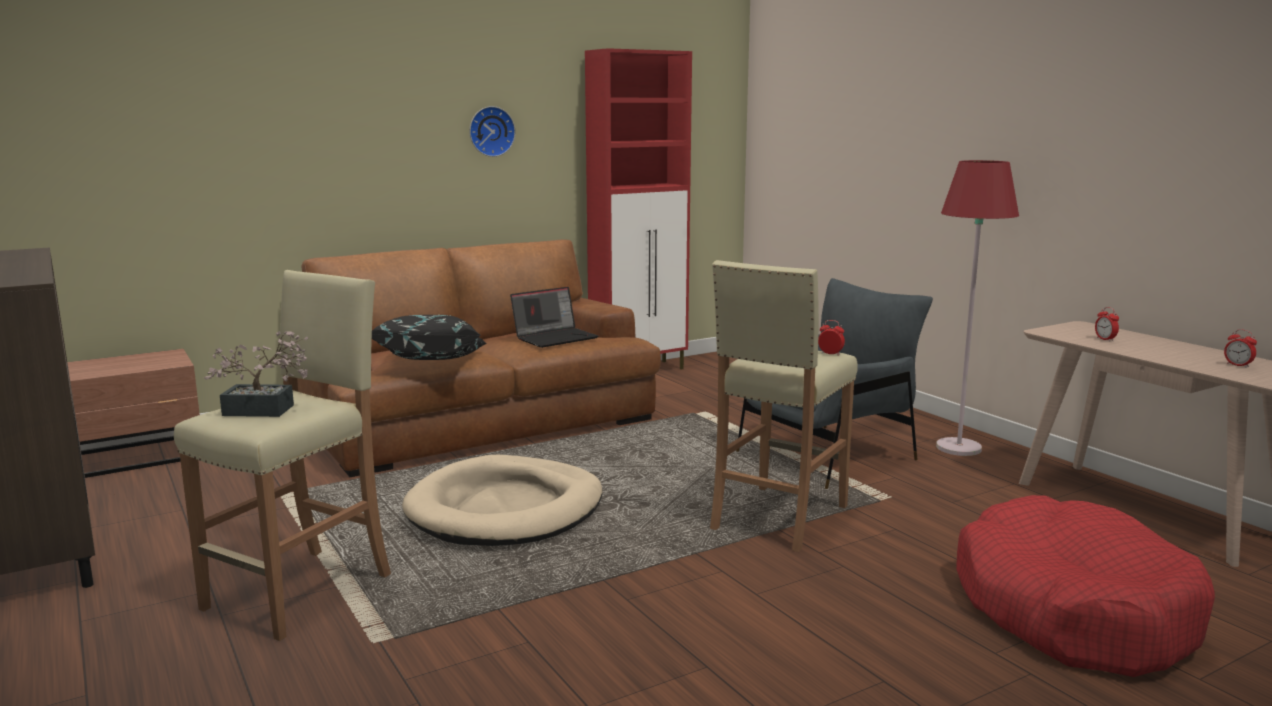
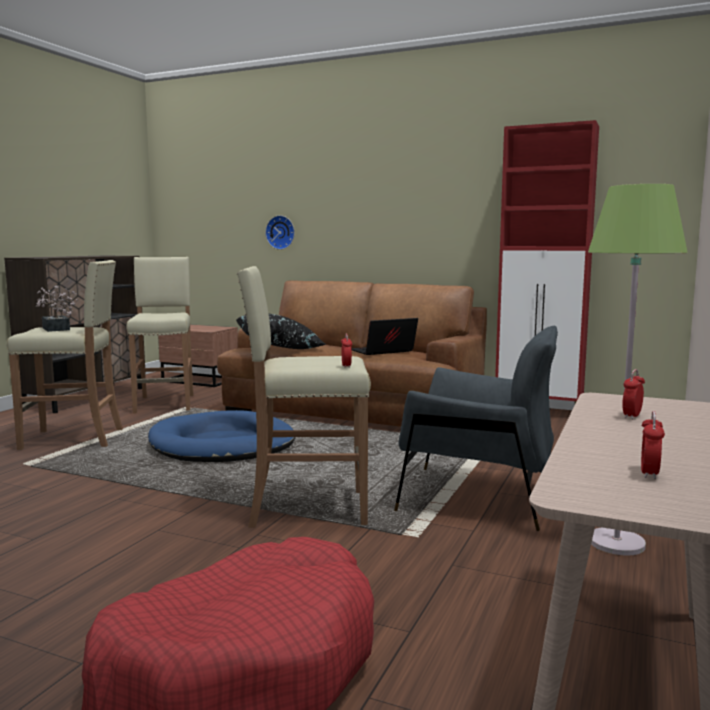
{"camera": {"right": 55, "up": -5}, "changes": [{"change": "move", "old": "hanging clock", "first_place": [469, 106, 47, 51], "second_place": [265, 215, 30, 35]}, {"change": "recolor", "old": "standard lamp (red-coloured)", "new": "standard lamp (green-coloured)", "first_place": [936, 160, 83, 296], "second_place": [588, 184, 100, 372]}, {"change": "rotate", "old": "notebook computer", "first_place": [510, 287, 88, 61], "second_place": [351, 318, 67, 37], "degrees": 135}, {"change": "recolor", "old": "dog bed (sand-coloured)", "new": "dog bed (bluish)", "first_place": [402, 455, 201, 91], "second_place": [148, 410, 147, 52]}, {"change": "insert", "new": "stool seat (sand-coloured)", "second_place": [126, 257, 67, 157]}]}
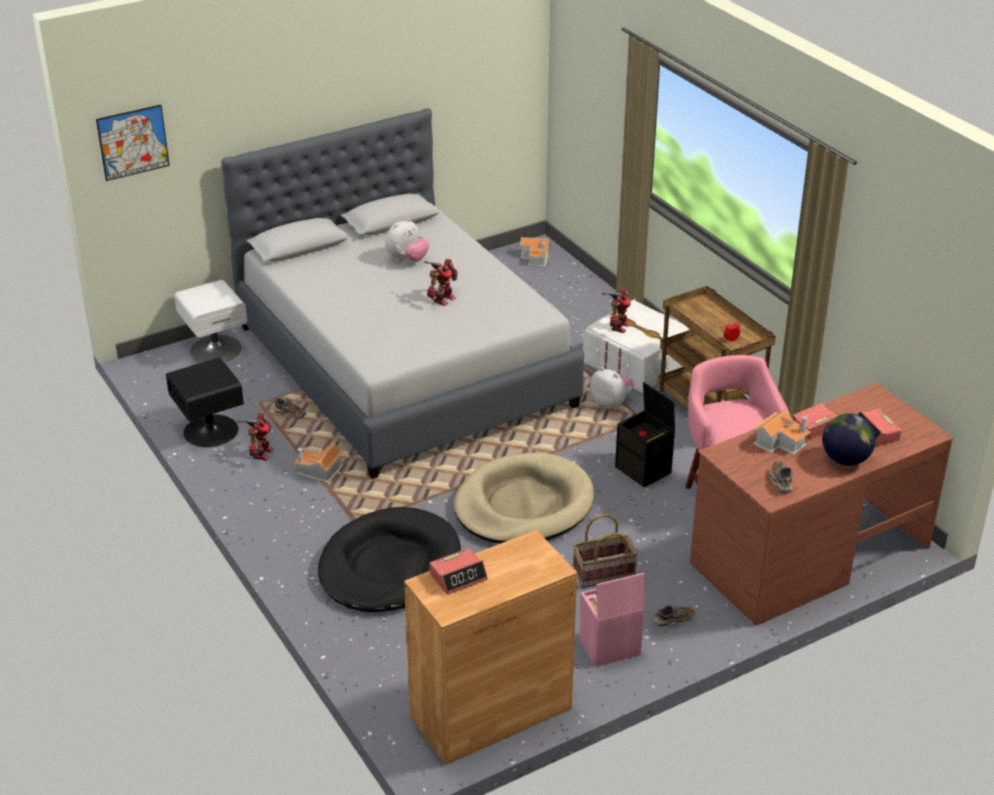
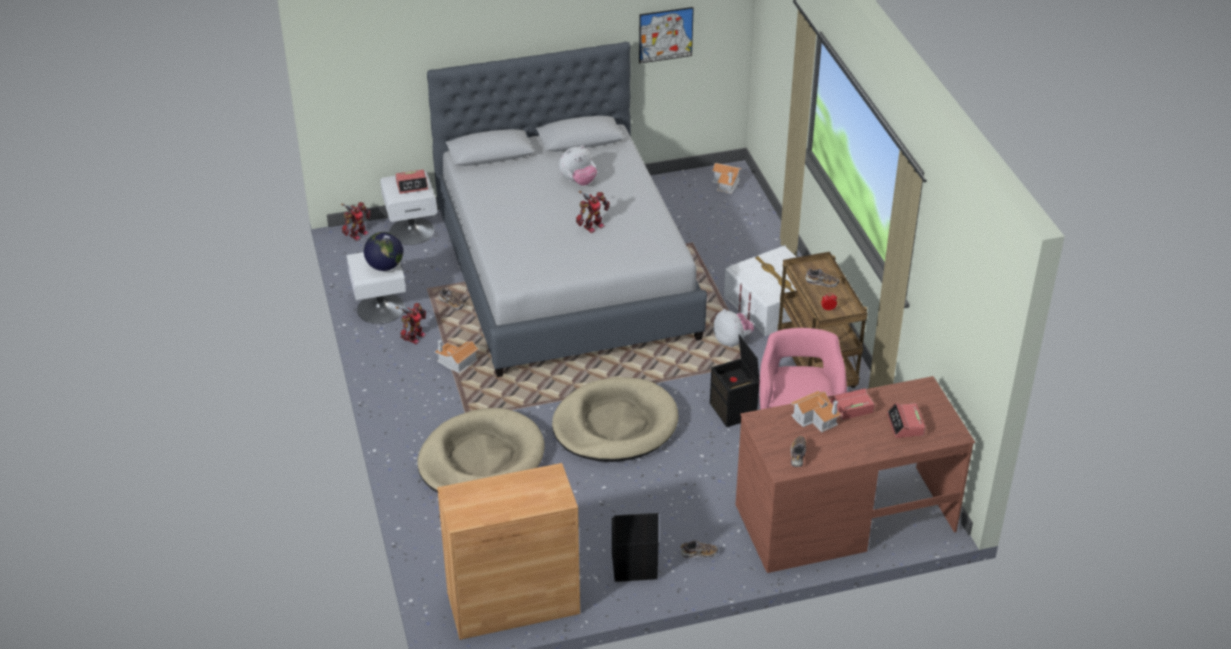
{"camera": {"right": 15, "up": 5}, "changes": [{"change": "move", "old": "wall art", "first_place": [96, 105, 74, 76], "second_place": [639, 7, 55, 57]}, {"change": "move", "old": "toy robot", "first_place": [602, 288, 29, 45], "second_place": [341, 202, 30, 39]}, {"change": "recolor", "old": "bedside table (black)", "new": "bedside table (whitish)", "first_place": [166, 357, 78, 90], "second_place": [346, 252, 60, 72]}, {"change": "move", "old": "desk globe", "first_place": [822, 413, 54, 53], "second_place": [364, 232, 39, 39]}, {"change": "recolor", "old": "dog bed (black)", "new": "dog bed (sand-coloured)", "first_place": [318, 507, 143, 105], "second_place": [417, 408, 128, 85]}, {"change": "delete", "old": "household basket", "first_place": [573, 514, 65, 74]}, {"change": "move", "old": "bedside clock", "first_place": [430, 548, 58, 47], "second_place": [396, 170, 32, 24]}, {"change": "recolor", "old": "storage container (pink)", "new": "storage container (black)", "first_place": [579, 573, 66, 94], "second_place": [612, 513, 47, 69]}, {"change": "insert", "new": "shoe", "second_place": [805, 269, 34, 18]}]}
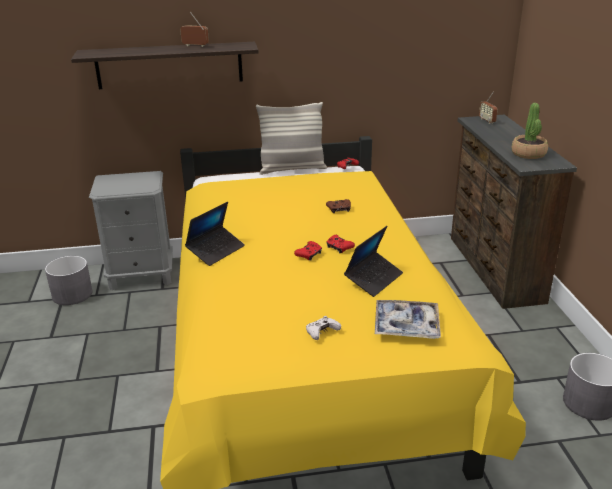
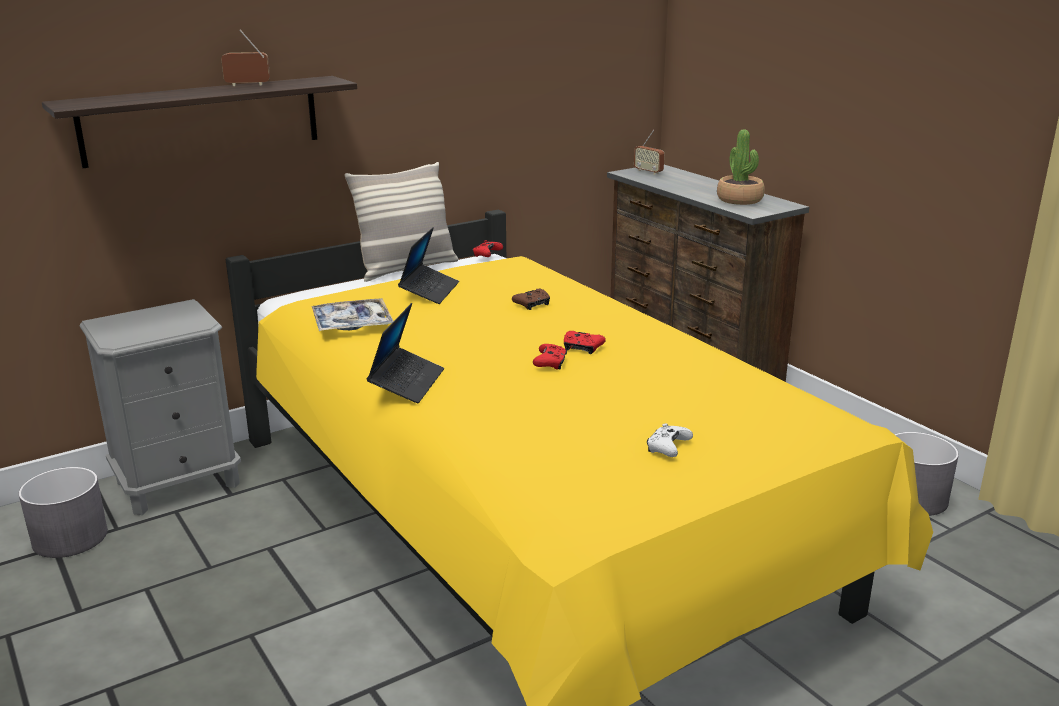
{"camera": {"right": -25, "up": -5}, "changes": [{"change": "move", "old": "notebook computer", "first_place": [344, 226, 59, 71], "second_place": [398, 227, 61, 77]}, {"change": "move", "old": "carrying tray", "first_place": [375, 300, 66, 39], "second_place": [311, 298, 83, 33]}]}
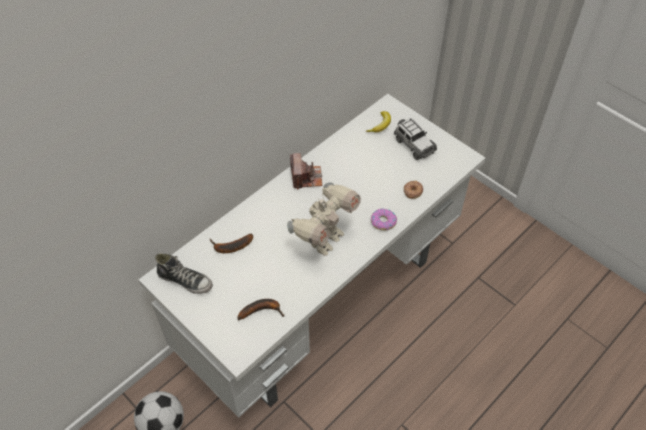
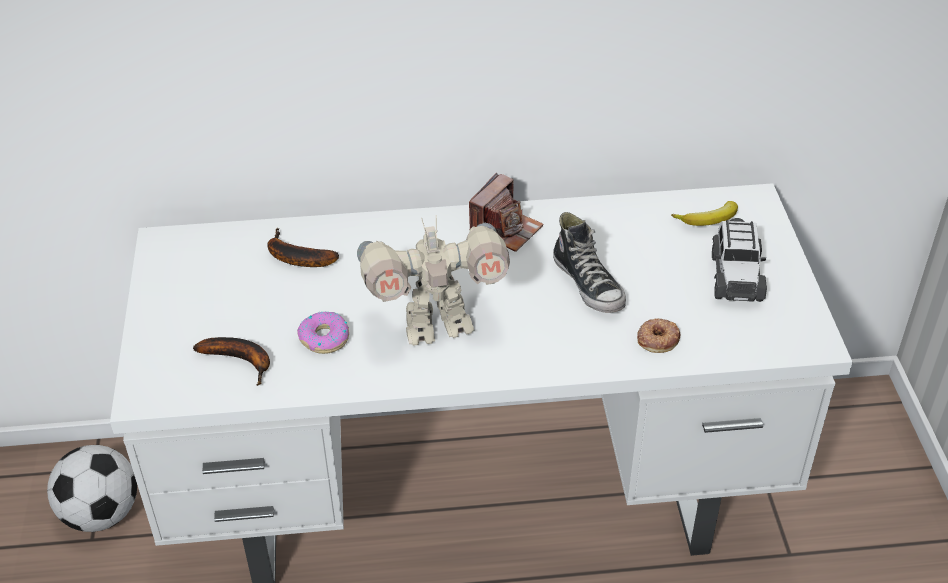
{"camera": {"right": 40, "up": -10}, "changes": [{"change": "move", "old": "ring doughnut", "first_place": [371, 208, 26, 22], "second_place": [297, 312, 52, 42]}, {"change": "move", "old": "shoe", "first_place": [155, 254, 58, 40], "second_place": [553, 212, 73, 101]}]}
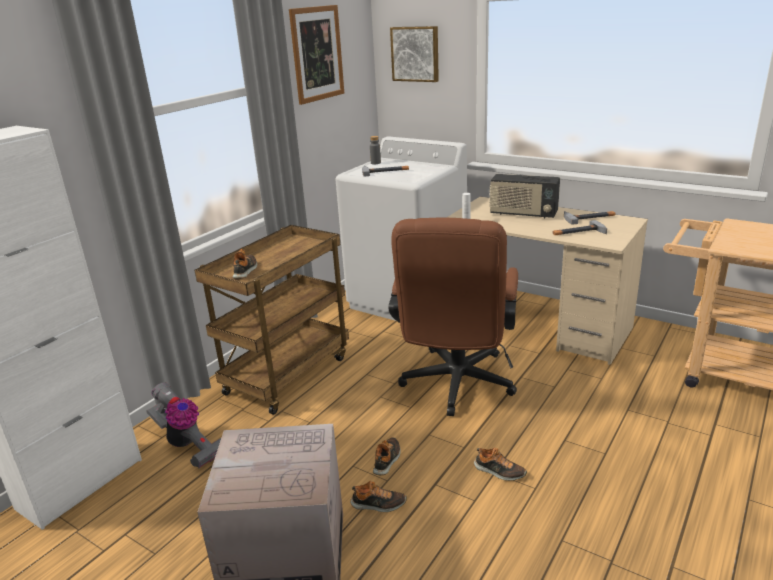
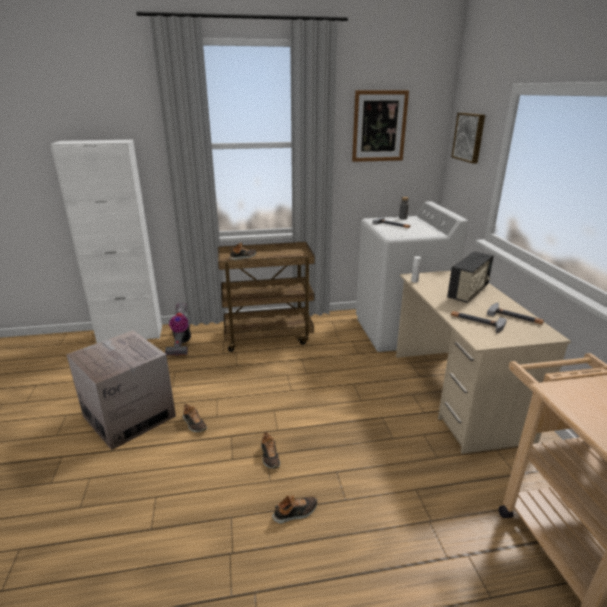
{"camera": {"right": 45, "up": 0}, "changes": [{"change": "rotate", "old": "radio receiver", "first_place": [489, 174, 71, 44], "second_place": [447, 251, 47, 52], "degrees": -120}, {"change": "delete", "old": "desk chair (brownish)", "first_place": [389, 218, 129, 198]}, {"change": "move", "old": "shoe", "first_place": [373, 437, 28, 38], "second_place": [272, 495, 46, 29]}]}
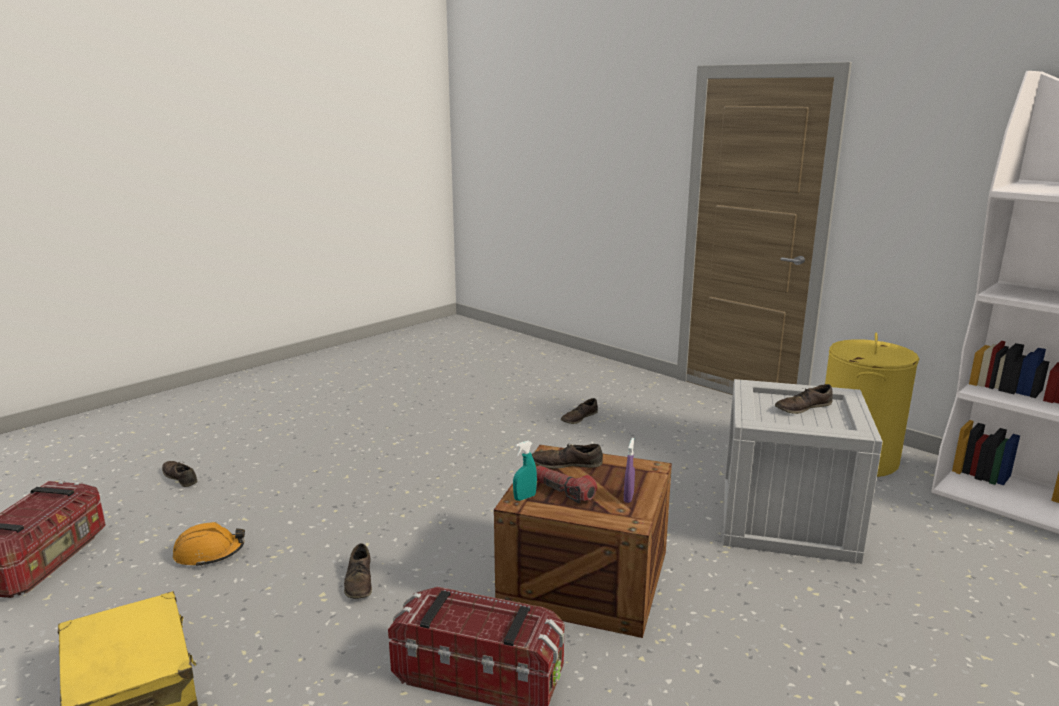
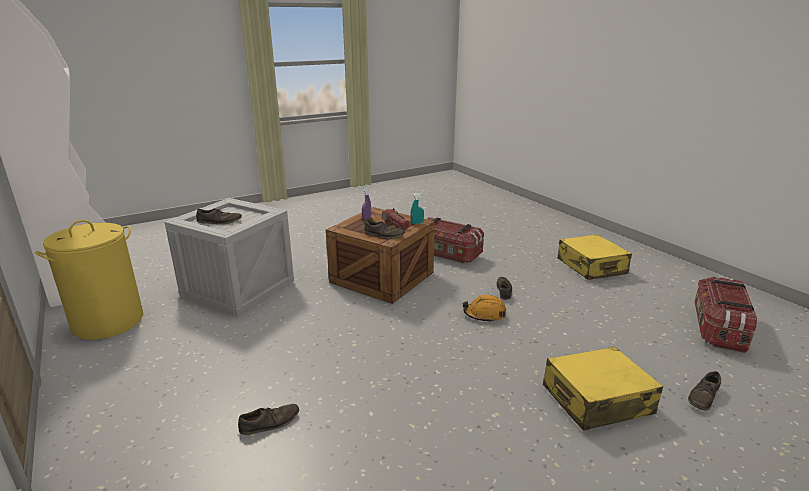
{"camera": {"right": -165, "up": 5}, "changes": [{"change": "rotate", "old": "shoe (brownish)", "first_place": [162, 461, 36, 26], "second_place": [688, 371, 33, 40], "degrees": 75}, {"change": "move", "old": "work helmet (orange)", "first_place": [173, 522, 72, 45], "second_place": [462, 295, 45, 28]}, {"change": "insert", "new": "piece of luggage (yellow-coloured)", "second_place": [543, 347, 120, 84]}]}
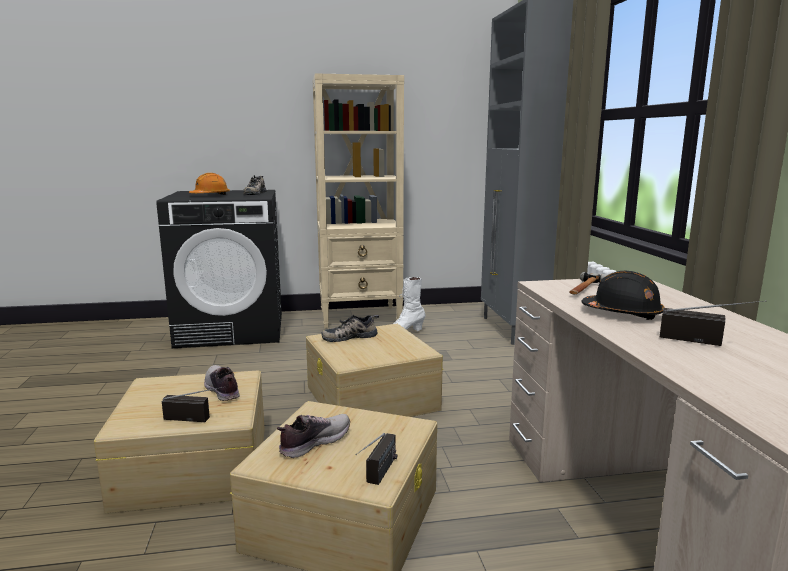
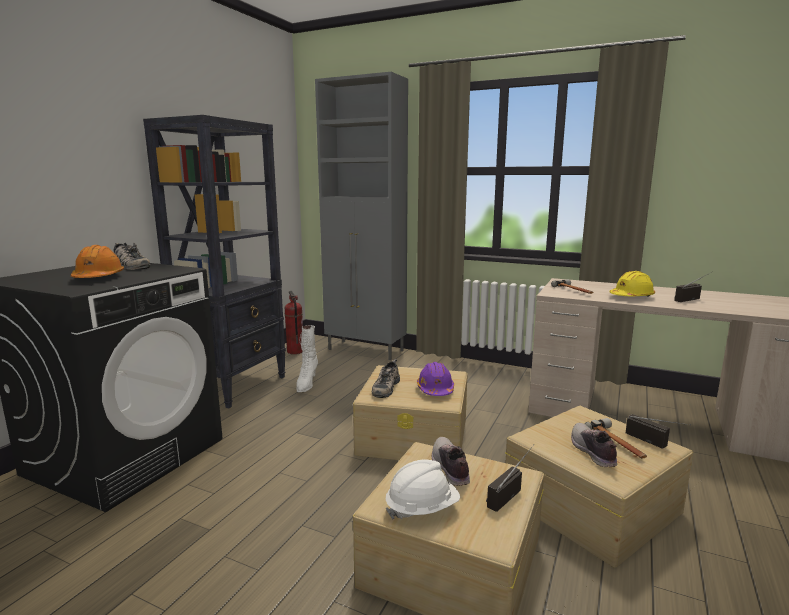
{"camera": {"right": -55, "up": 0}, "changes": [{"change": "recolor", "old": "shelving unit (sand-coloured)", "new": "shelving unit (black)", "first_place": [313, 73, 91, 255], "second_place": [143, 115, 143, 293]}, {"change": "recolor", "old": "work helmet (black)", "new": "work helmet (yellow-coloured)", "first_place": [581, 271, 84, 49], "second_place": [609, 271, 46, 26]}, {"change": "rotate", "old": "shoe", "first_place": [204, 365, 36, 36], "second_place": [432, 437, 38, 49], "degrees": 75}, {"change": "insert", "new": "fire-fighting cylinder", "second_place": [284, 291, 19, 63]}, {"change": "insert", "new": "work helmet (purple-coloured)", "second_place": [417, 362, 37, 34]}, {"change": "insert", "new": "hammer", "second_place": [585, 418, 62, 40]}, {"change": "insert", "new": "work helmet (whitish)", "second_place": [386, 460, 74, 60]}]}
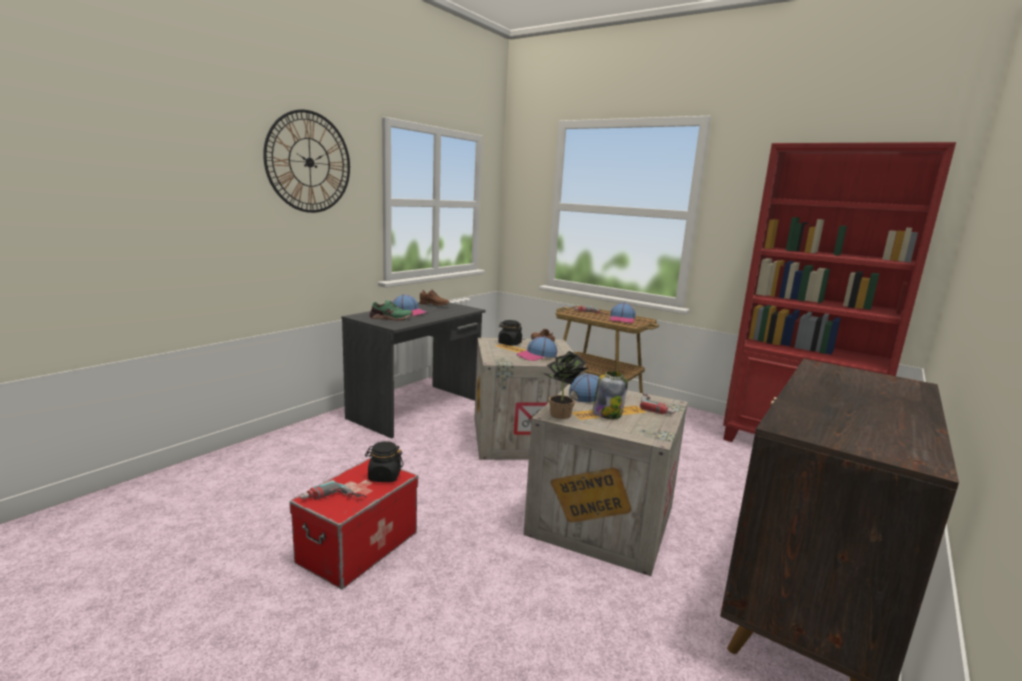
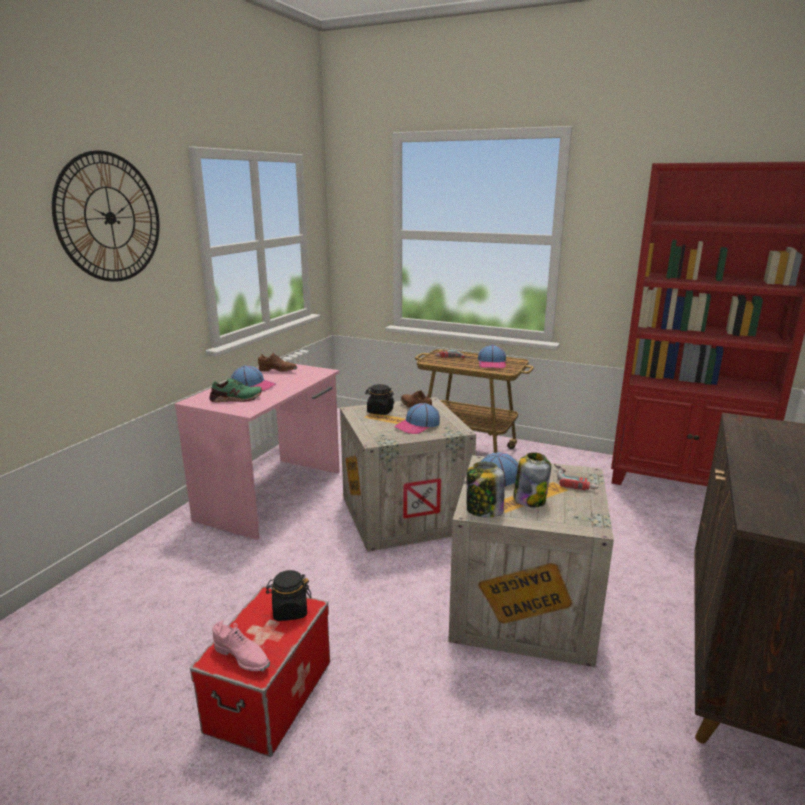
{"camera": {"right": -10, "up": 5}, "changes": [{"change": "recolor", "old": "desk table (greyish)", "new": "desk table (pink)", "first_place": [342, 302, 143, 137], "second_place": [175, 364, 165, 176]}, {"change": "replace", "old": "potted plant", "new": "jar", "first_place": [543, 351, 45, 68], "second_place": [466, 462, 38, 55]}, {"change": "replace", "old": "drill", "new": "shoe (pink)", "first_place": [300, 480, 66, 20], "second_place": [213, 620, 57, 51]}]}
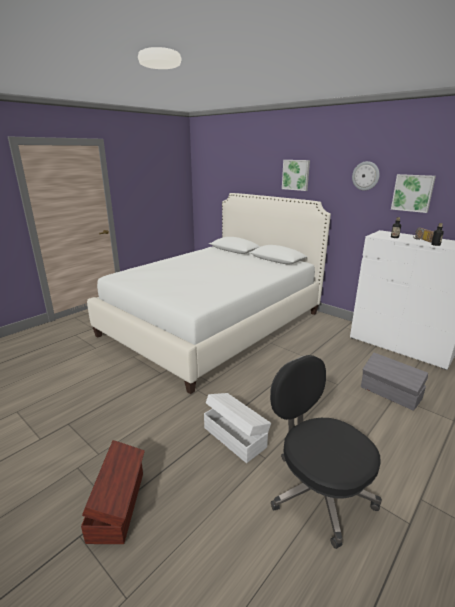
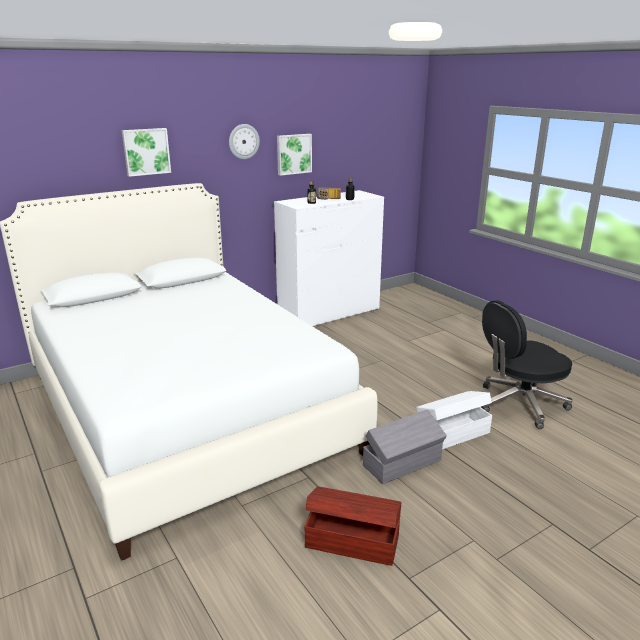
{"camera": {"right": -75, "up": 0}, "changes": [{"change": "move", "old": "storage container (greyish)", "first_place": [361, 353, 67, 58], "second_place": [363, 409, 84, 75]}, {"change": "move", "old": "storage container (brownish)", "first_place": [81, 440, 64, 104], "second_place": [304, 486, 97, 80]}]}
